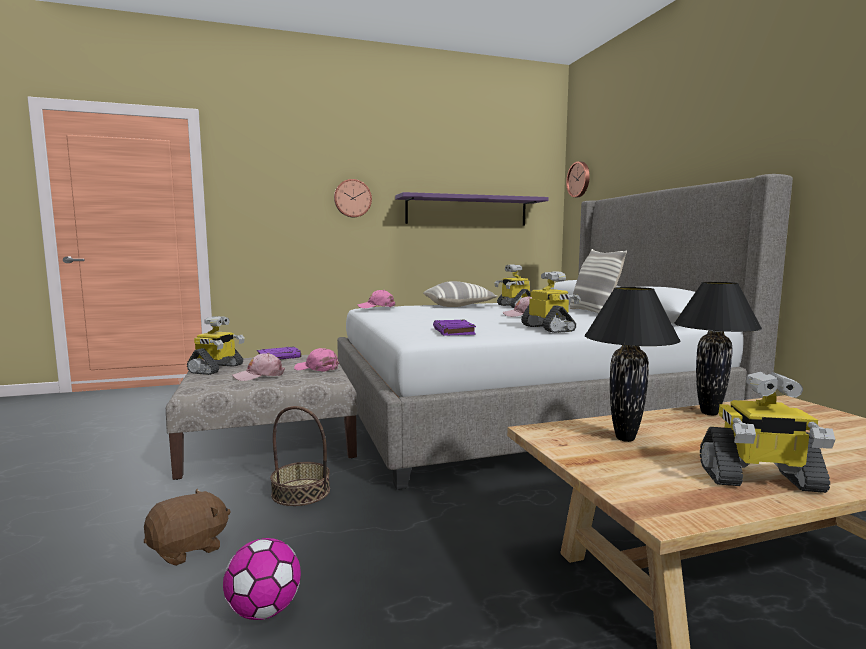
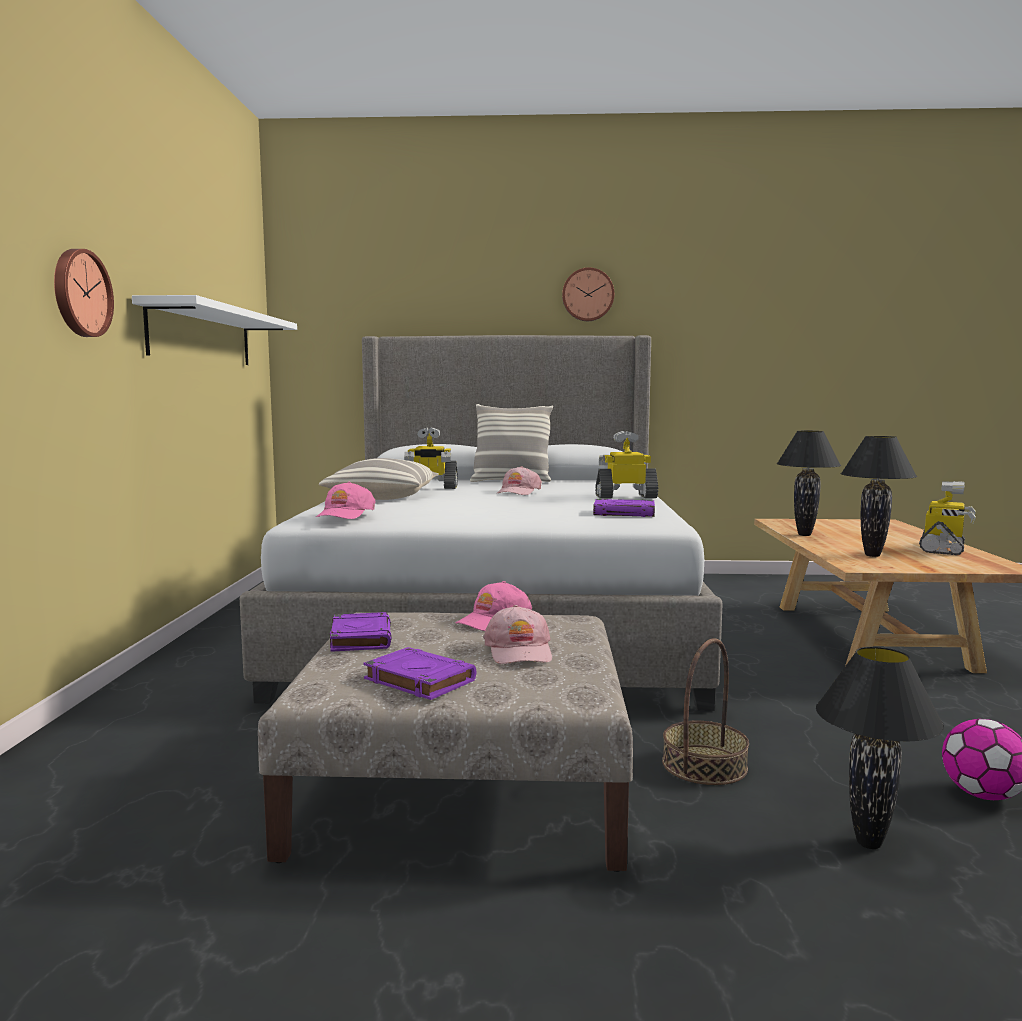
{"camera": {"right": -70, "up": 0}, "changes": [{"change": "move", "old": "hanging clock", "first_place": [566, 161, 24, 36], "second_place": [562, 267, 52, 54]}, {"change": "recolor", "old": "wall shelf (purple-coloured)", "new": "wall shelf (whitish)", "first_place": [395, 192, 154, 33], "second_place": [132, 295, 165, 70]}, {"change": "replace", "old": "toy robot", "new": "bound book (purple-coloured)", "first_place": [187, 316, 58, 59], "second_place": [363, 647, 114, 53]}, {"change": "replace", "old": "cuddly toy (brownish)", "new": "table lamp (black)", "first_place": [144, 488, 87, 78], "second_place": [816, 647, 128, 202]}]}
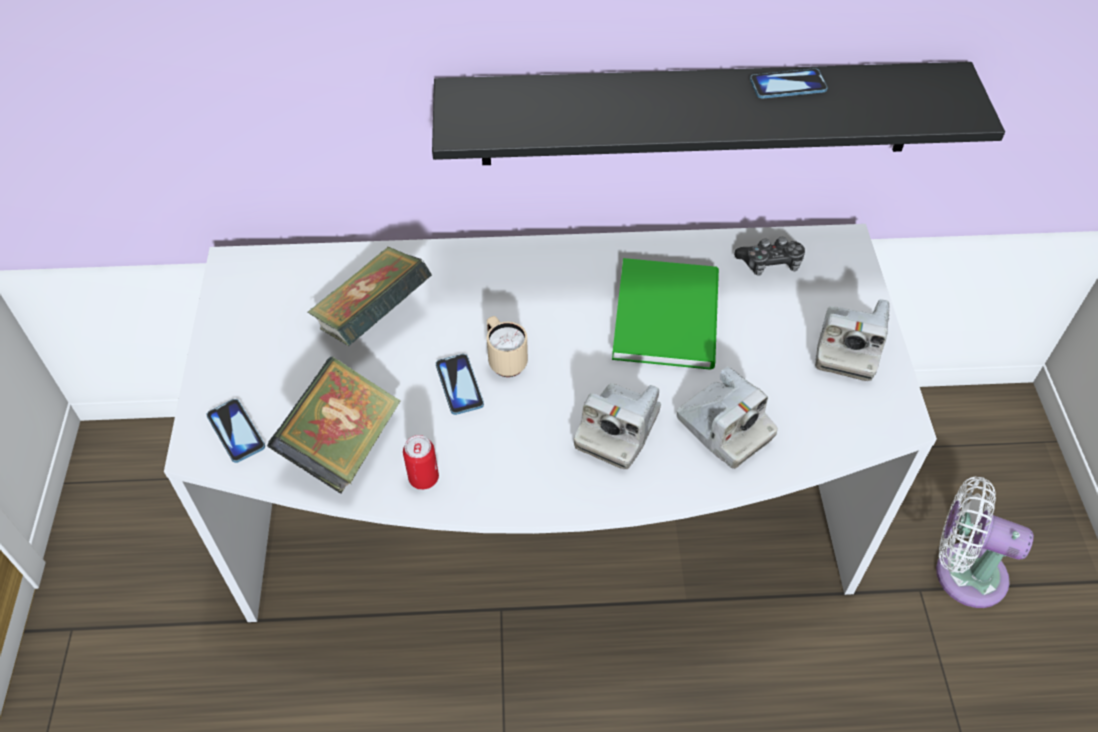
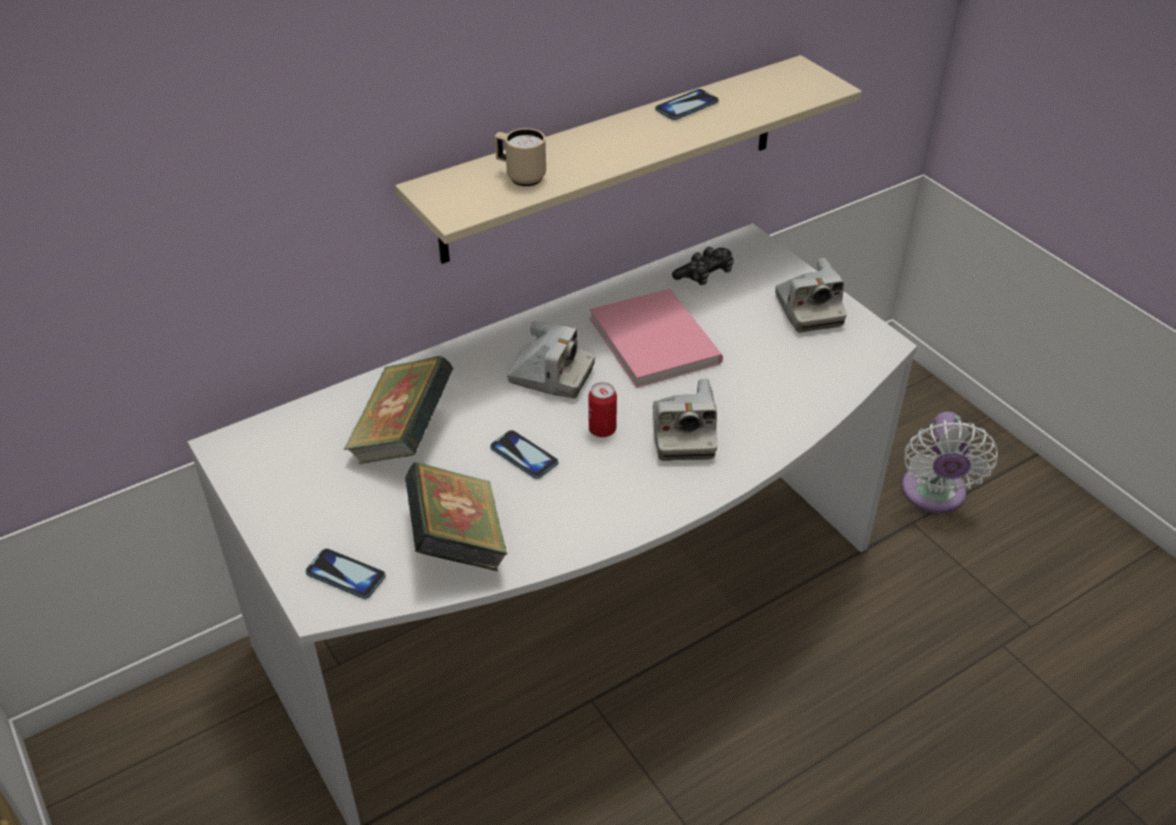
{"camera": {"right": -30, "up": -10}, "changes": [{"change": "recolor", "old": "wall shelf (black)", "new": "wall shelf (sand-coloured)", "first_place": [432, 62, 573, 103], "second_place": [395, 55, 467, 209]}, {"change": "recolor", "old": "bound book (green-coloured)", "new": "bound book (pink)", "first_place": [612, 258, 107, 112], "second_place": [590, 289, 133, 98]}, {"change": "move", "old": "mug (sand-coloured)", "first_place": [487, 316, 41, 61], "second_place": [495, 128, 51, 59]}, {"change": "move", "old": "still camera", "first_place": [677, 366, 101, 103], "second_place": [507, 321, 88, 77]}, {"change": "move", "old": "metal can", "first_place": [403, 435, 36, 55], "second_place": [588, 382, 29, 55]}, {"change": "rotate", "old": "electric fan (whitish)", "first_place": [936, 477, 98, 131], "second_place": [901, 411, 97, 102], "degrees": -75}]}
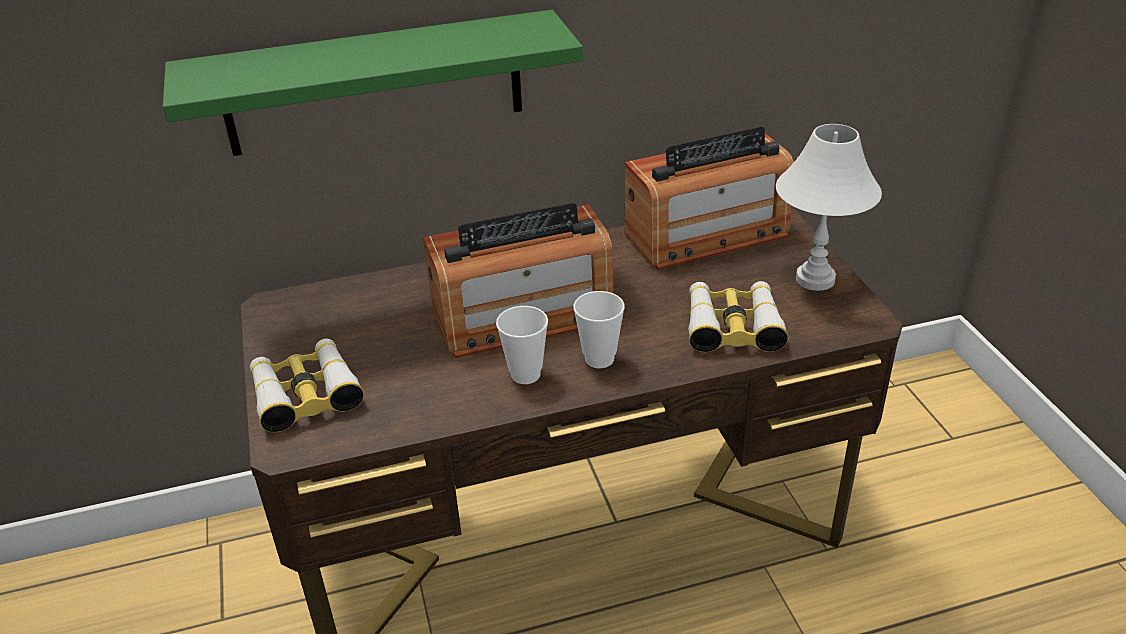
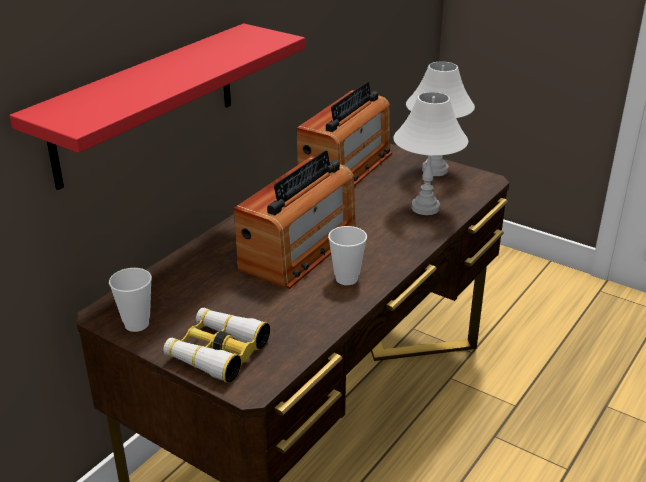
{"camera": {"right": -40, "up": -5}, "changes": [{"change": "recolor", "old": "wall shelf (green-coloured)", "new": "wall shelf (red-coloured)", "first_place": [163, 10, 420, 146], "second_place": [9, 23, 296, 167]}, {"change": "replace", "old": "field glasses", "new": "table lamp (whitish)", "first_place": [688, 281, 100, 71], "second_place": [393, 92, 75, 123]}, {"change": "move", "old": "cup", "first_place": [573, 291, 52, 77], "second_place": [109, 268, 43, 64]}]}
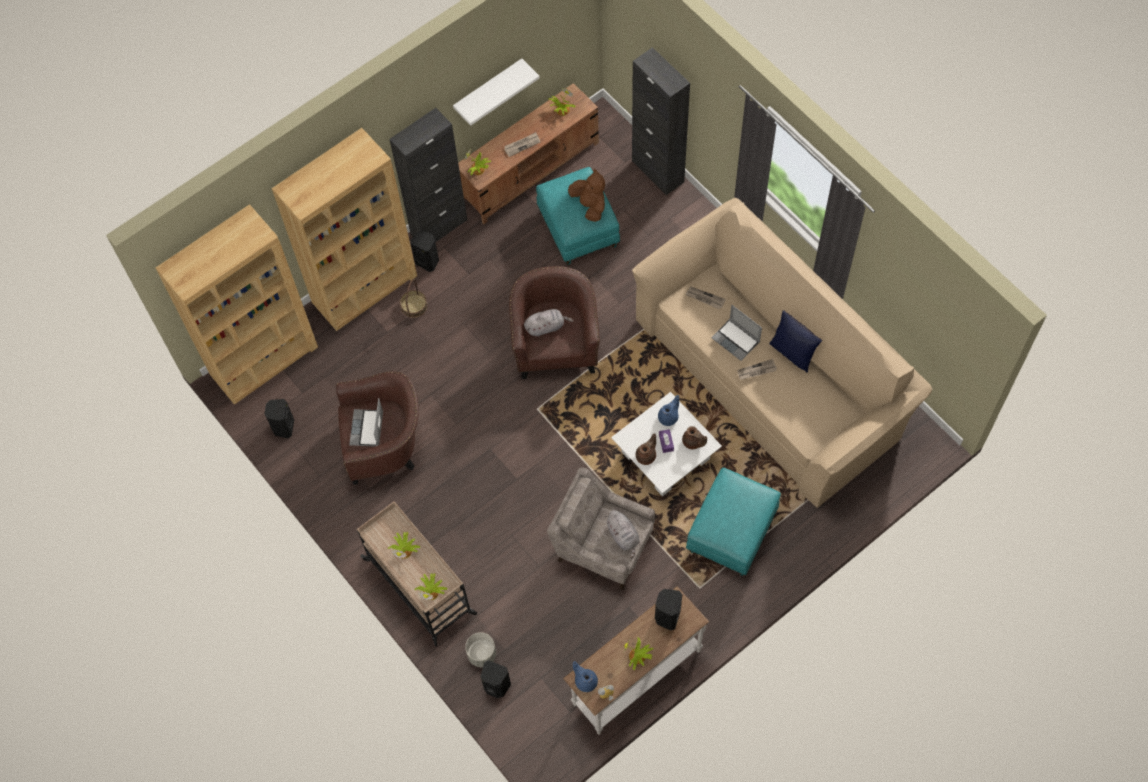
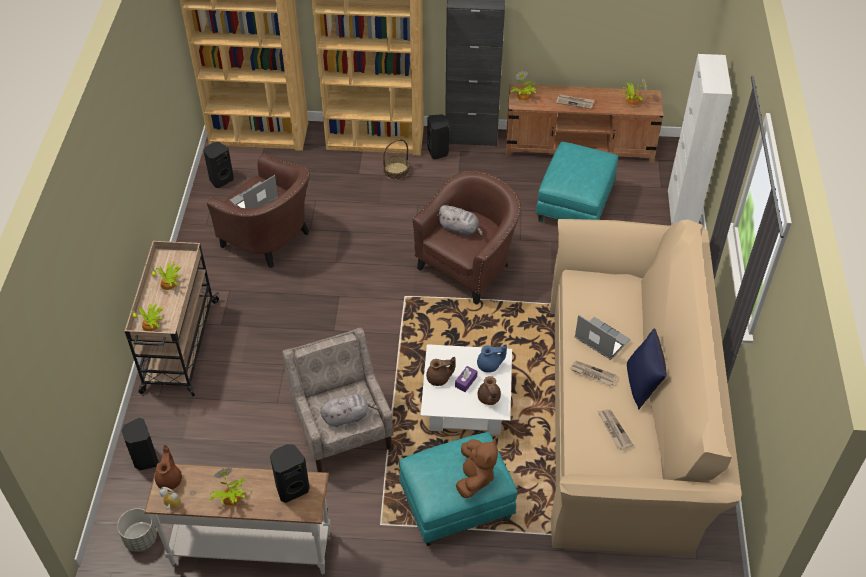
{"camera": {"right": 40, "up": -15}, "changes": [{"change": "recolor", "old": "cabinet (black)", "new": "cabinet (whitish)", "first_place": [632, 47, 58, 148], "second_place": [668, 54, 64, 172]}, {"change": "delete", "old": "wall shelf (whitish)", "first_place": [453, 59, 87, 67]}, {"change": "move", "old": "cuddly toy (brownish)", "first_place": [568, 169, 37, 53], "second_place": [456, 439, 42, 59]}, {"change": "move", "old": "printed paper", "first_place": [686, 287, 40, 22], "second_place": [598, 409, 35, 41]}, {"change": "rotate", "old": "notebook computer", "first_place": [711, 305, 51, 56], "second_place": [575, 315, 55, 45], "degrees": 135}, {"change": "rotate", "old": "cuddly toy (greyish)", "first_place": [605, 510, 35, 49], "second_place": [320, 394, 59, 33], "degrees": -120}, {"change": "move", "old": "plant pot (greyish)", "first_place": [465, 632, 31, 35], "second_place": [117, 508, 40, 44]}, {"change": "recolor", "old": "teapot (bluish)", "new": "teapot (brownish)", "first_place": [573, 661, 25, 31], "second_place": [155, 445, 27, 46]}]}
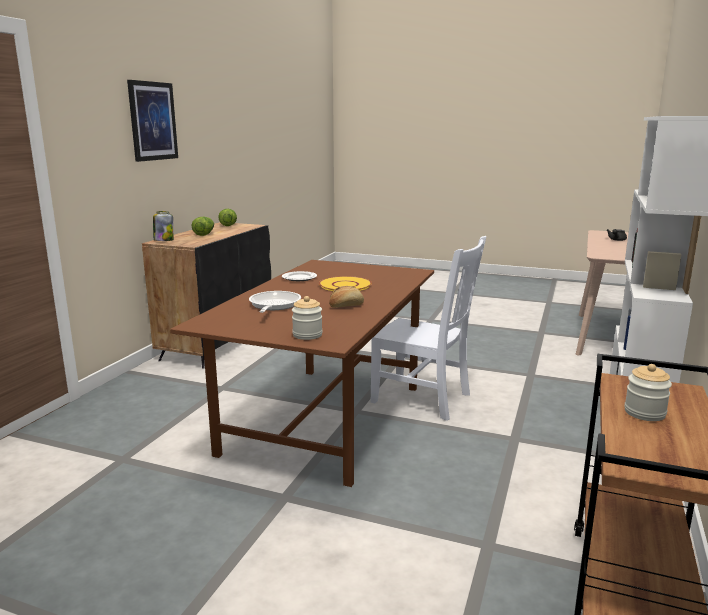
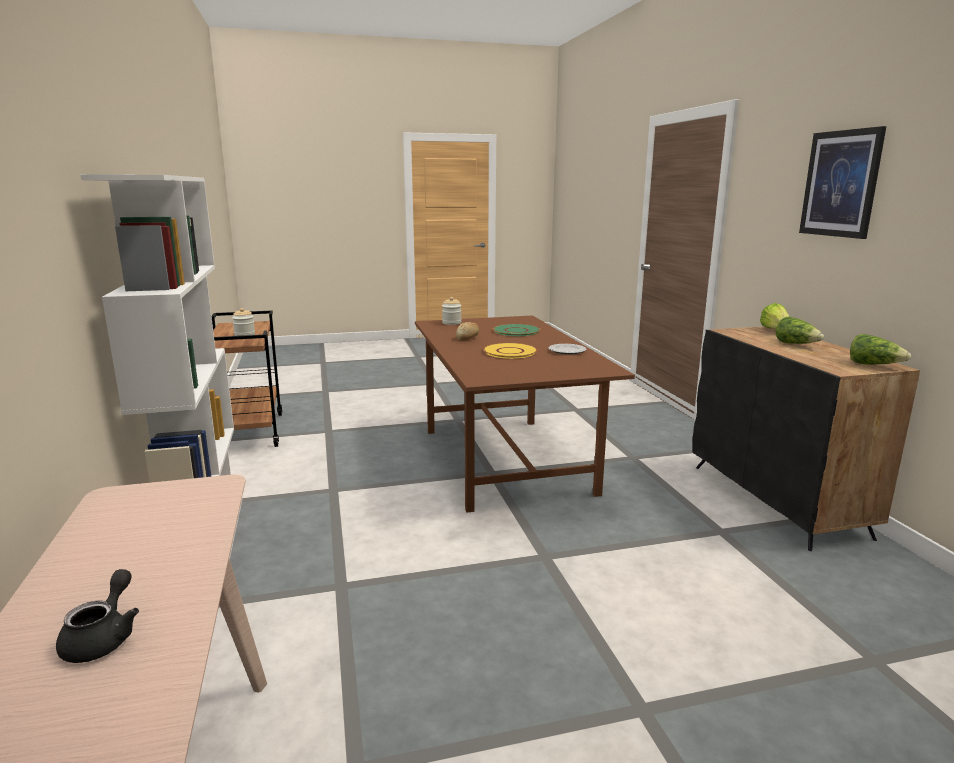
{"camera": {"right": 145, "up": 0}, "changes": [{"change": "replace", "old": "jar", "new": "head of lettuce", "first_place": [153, 211, 21, 30], "second_place": [760, 303, 30, 26]}, {"change": "delete", "old": "chair (whitish)", "first_place": [371, 236, 115, 185]}, {"change": "replace", "old": "pan", "new": "flat dish (green-coloured)", "first_place": [249, 291, 52, 22], "second_place": [493, 324, 47, 12]}]}
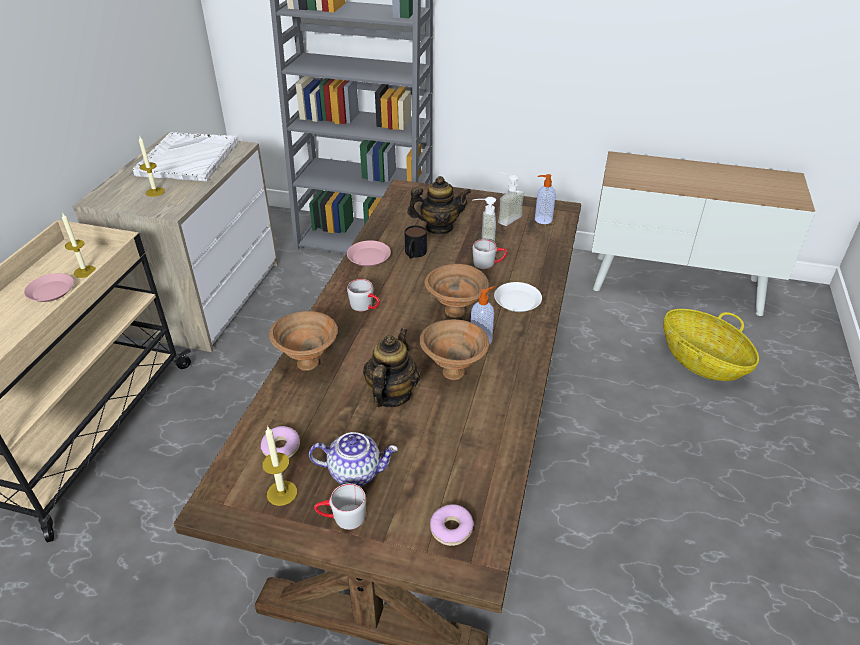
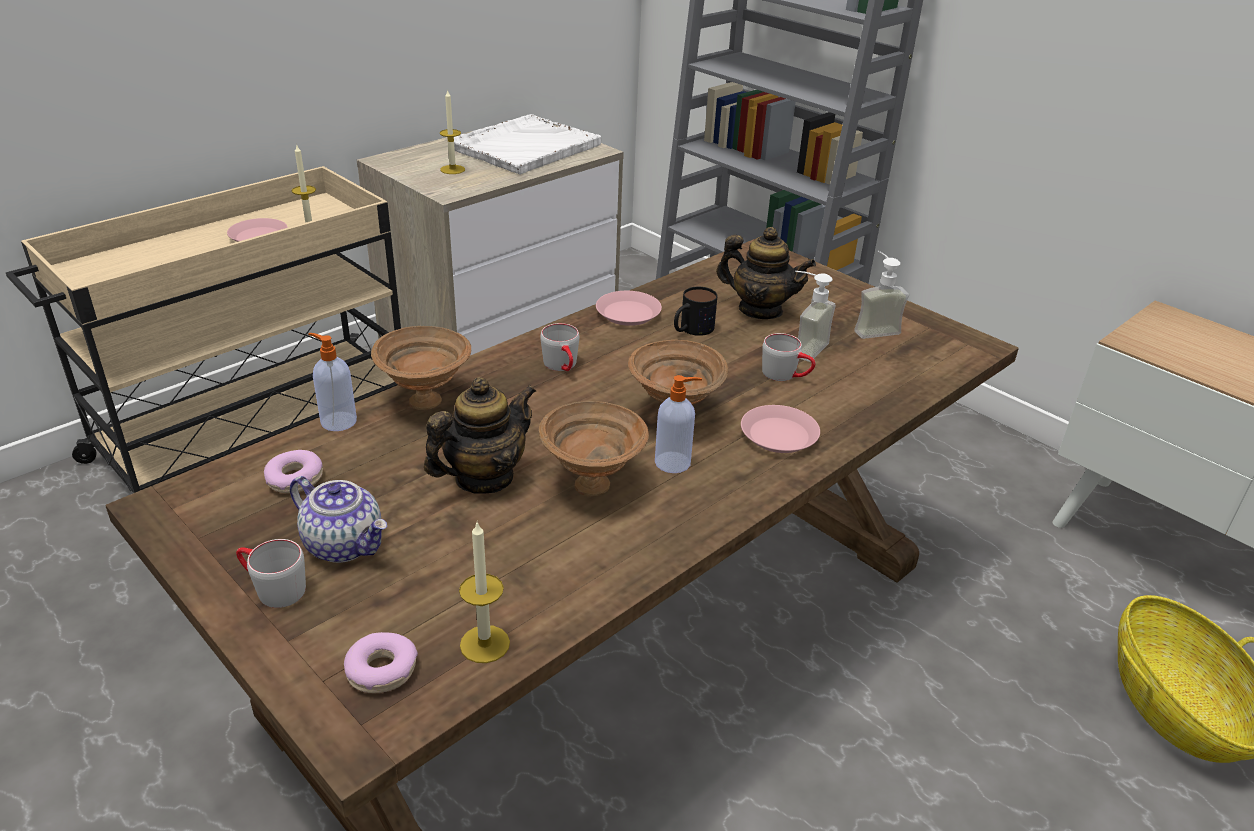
{"camera": {"right": 30, "up": -5}, "changes": [{"change": "move", "old": "soap dispenser", "first_place": [535, 174, 21, 50], "second_place": [308, 333, 49, 98]}, {"change": "recolor", "old": "flat dish (whitish)", "new": "flat dish (pink)", "first_place": [494, 282, 48, 30], "second_place": [741, 405, 79, 48]}, {"change": "move", "old": "wax light", "first_place": [262, 427, 35, 79], "second_place": [459, 522, 51, 141]}]}
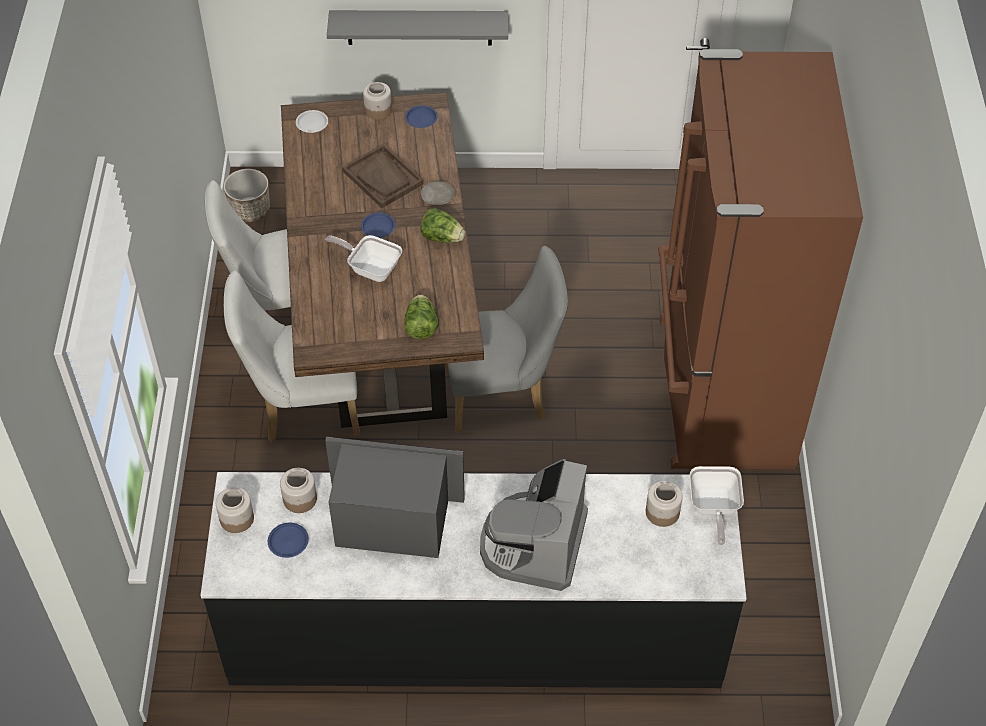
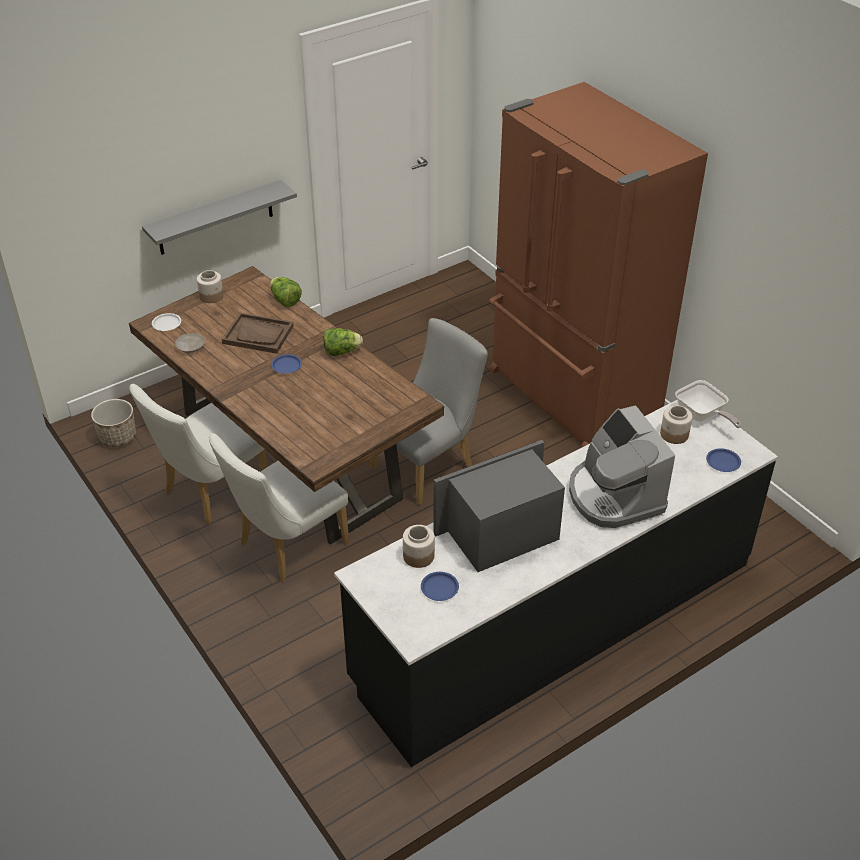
{"camera": {"right": -35, "up": -10}, "changes": [{"change": "move", "old": "flat dish (bluish)", "first_place": [405, 105, 33, 23], "second_place": [706, 448, 35, 24]}, {"change": "move", "old": "flat dish (sand-coloured)", "first_place": [421, 181, 34, 25], "second_place": [175, 333, 30, 20]}, {"change": "delete", "old": "pan", "first_place": [325, 235, 77, 47]}, {"change": "move", "old": "head of lettuce", "first_place": [405, 295, 33, 44], "second_place": [270, 277, 31, 30]}, {"change": "delete", "old": "jar", "first_place": [216, 487, 38, 46]}]}
